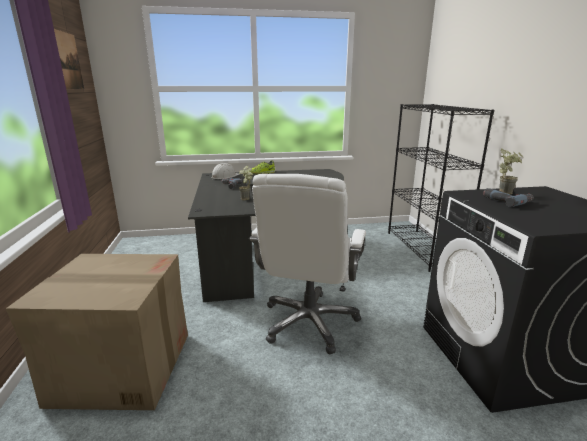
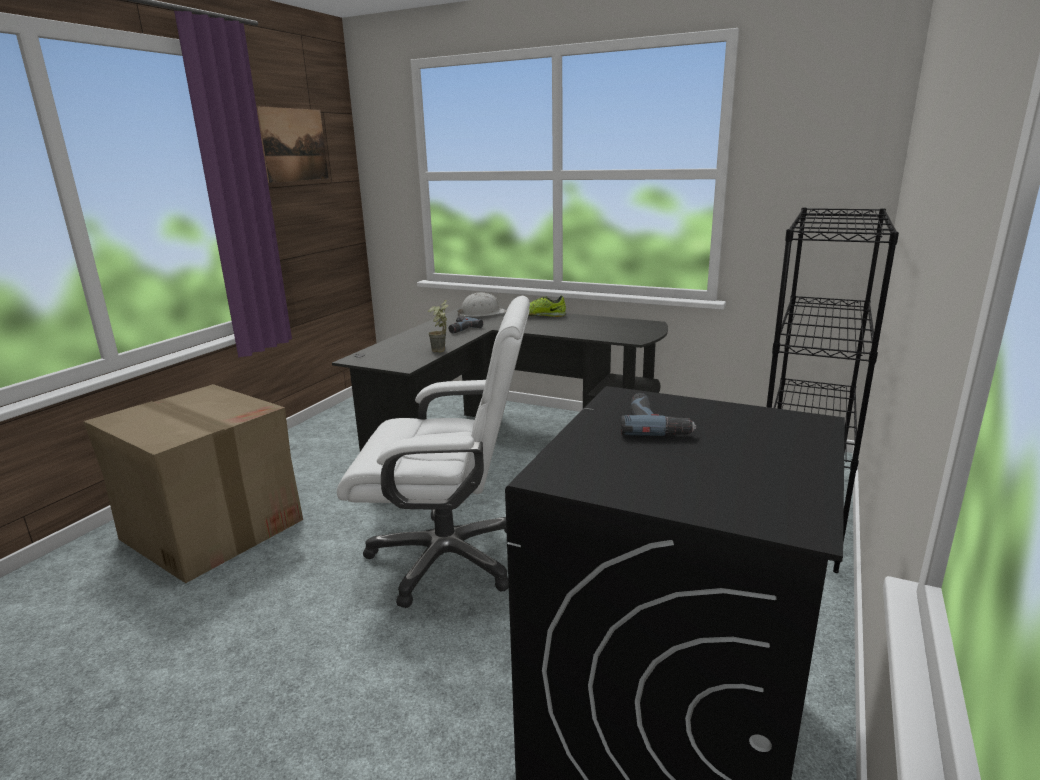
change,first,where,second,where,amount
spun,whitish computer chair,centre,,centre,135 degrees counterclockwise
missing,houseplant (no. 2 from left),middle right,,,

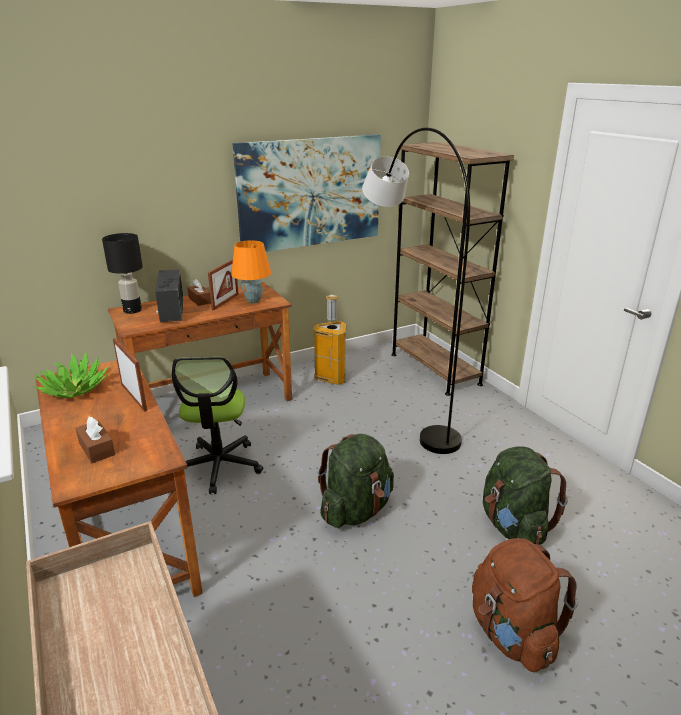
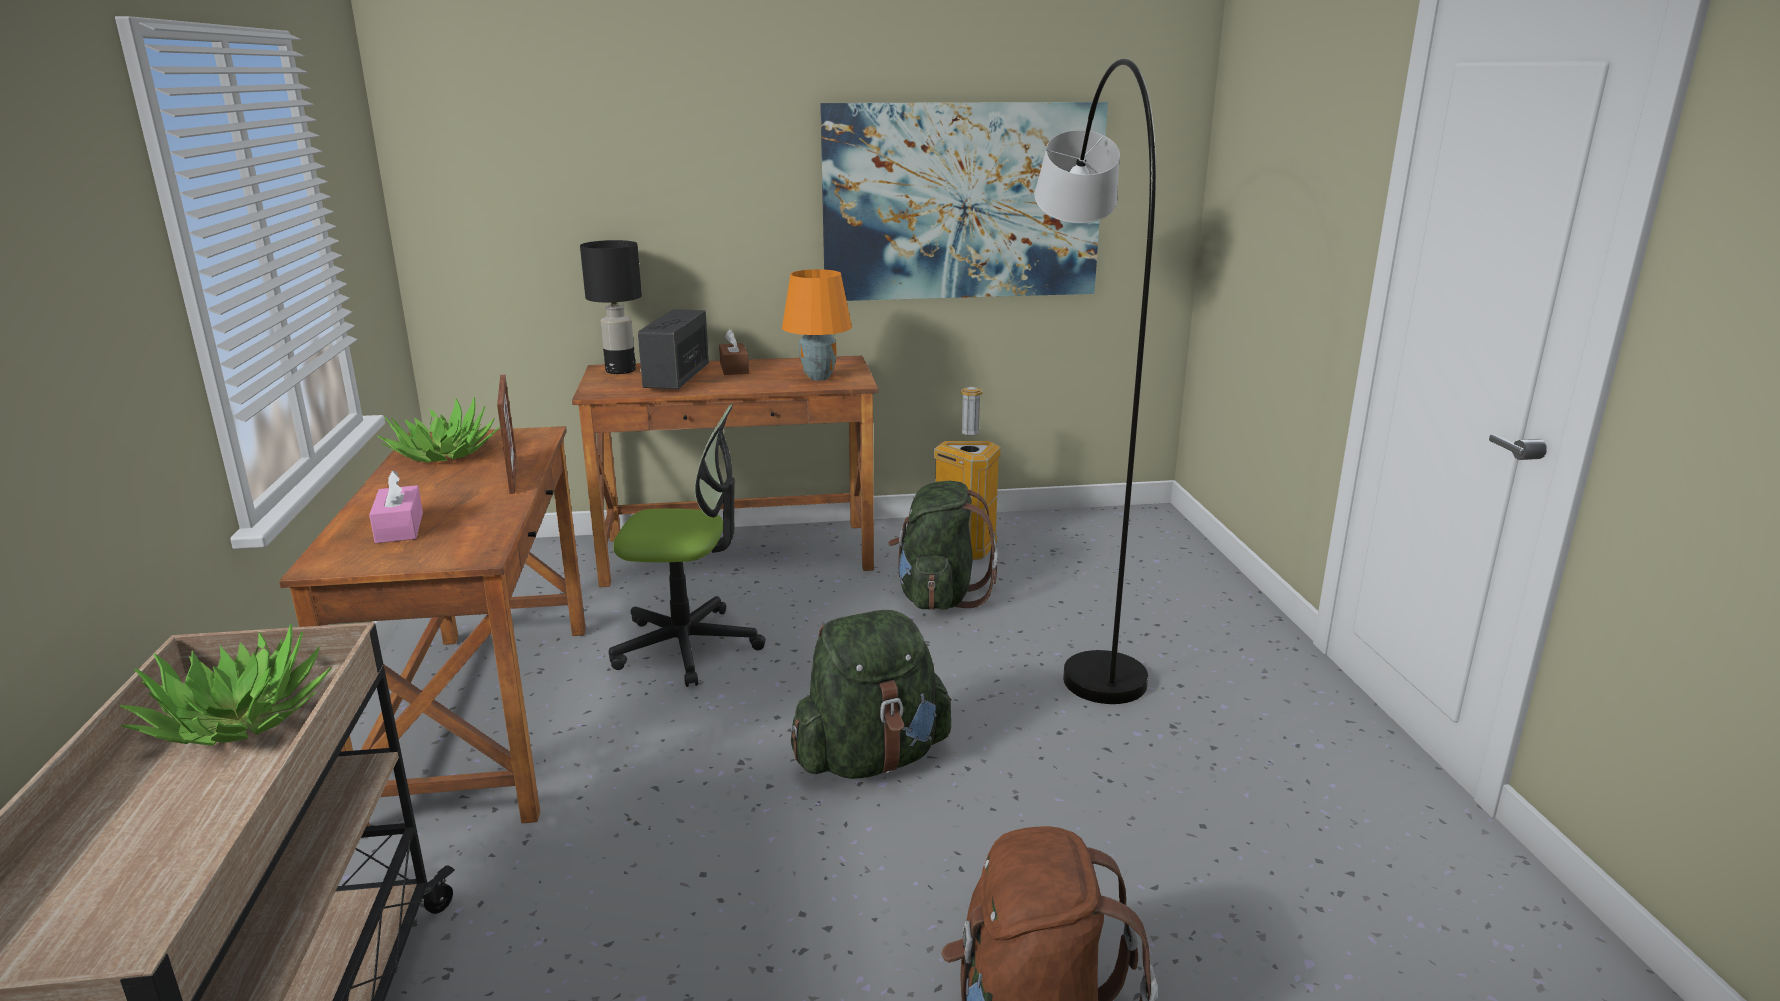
change,first,where,second,where,amount
colour,brownish tissue holder (no. 1 from left),middle left,pinkish tissue holder,middle left,
spun,computer chair,middle left,,centre,105 degrees counterclockwise
missing,standing frame (no. 2 from left),middle left,,,
missing,brownish bookshelf,centre,,,
relocated,greenish rucksack (no. 2 from left),bottom right,,centre,
appeared,,,houseplant (no. 1 from left),bottom left,

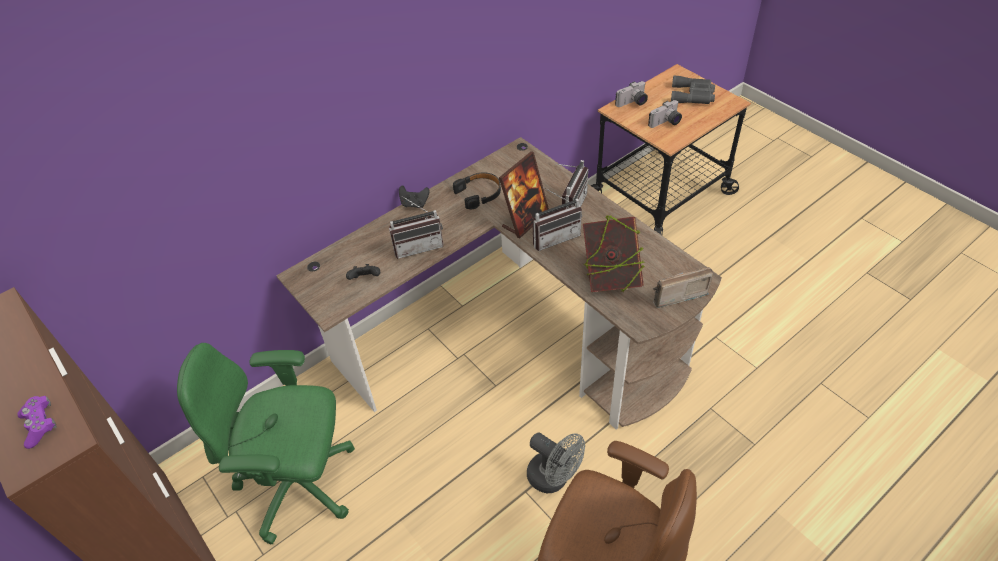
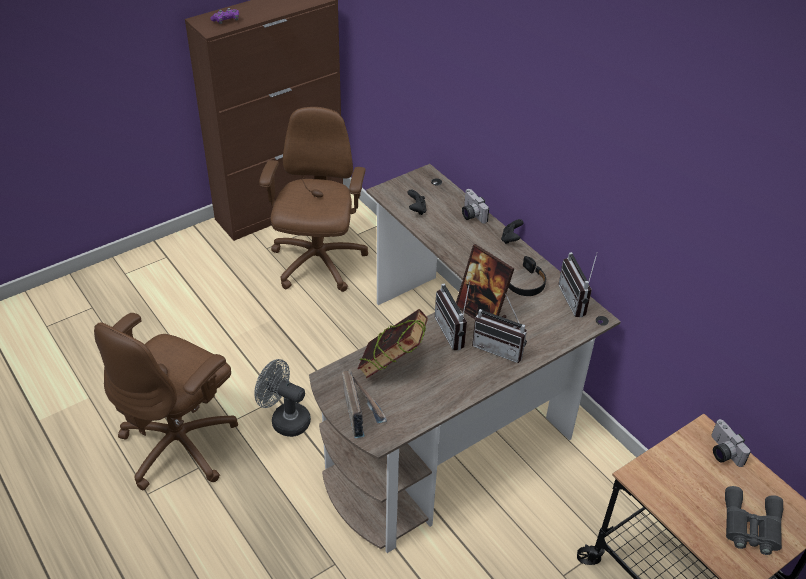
change,first,where,second,where,amount
colour,greenish computer chair,bottom left,brownish computer chair (no. 2 from left),centre,
relocated,radio receiver (no. 1 from left in the first image),centre,radio receiver (no. 4 from left),middle right,
spun,greyish fan,bottom centre,,bottom centre,75 degrees clockwise
relocated,still camera (no. 2 from left in the first image),top centre,still camera (no. 1 from left),centre,

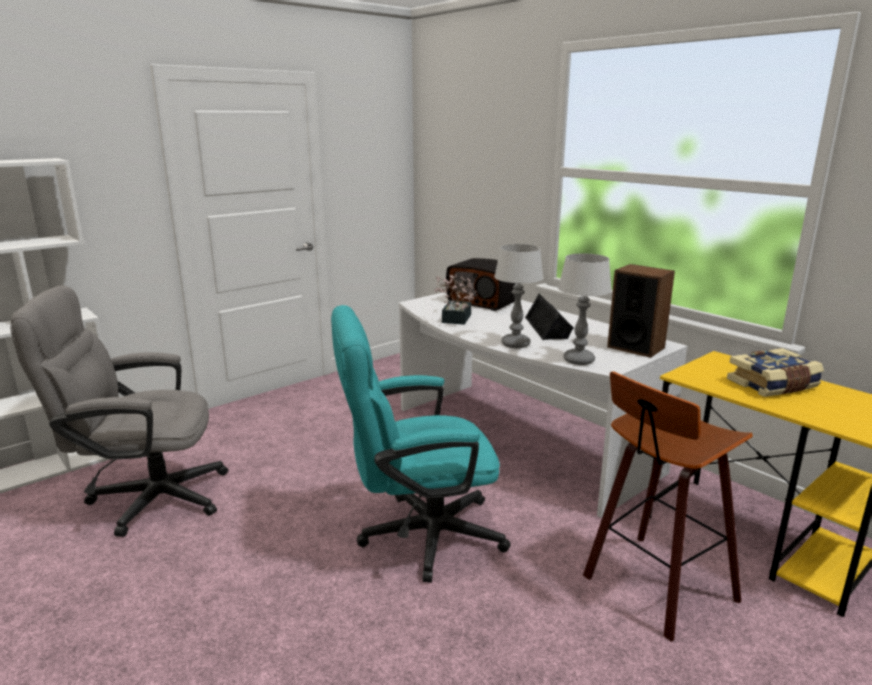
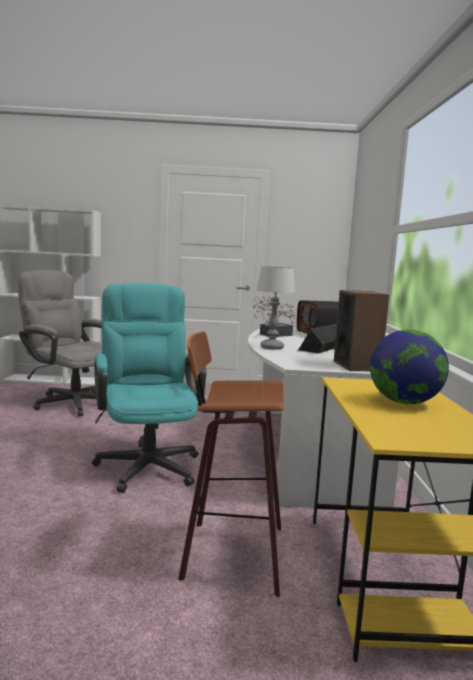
change,first,where,second,where,amount
spun,blue-green computer chair,centre,,middle left,45 degrees clockwise
missing,tabletop lamp (no. 2 from left),middle right,,,
exchanged,volume,middle right,globe,middle right,

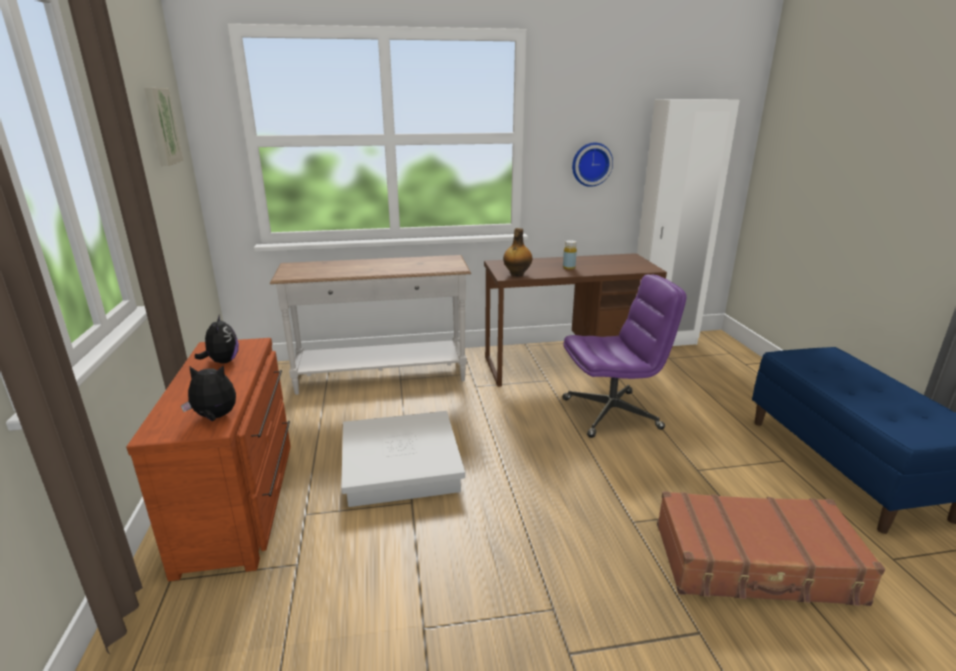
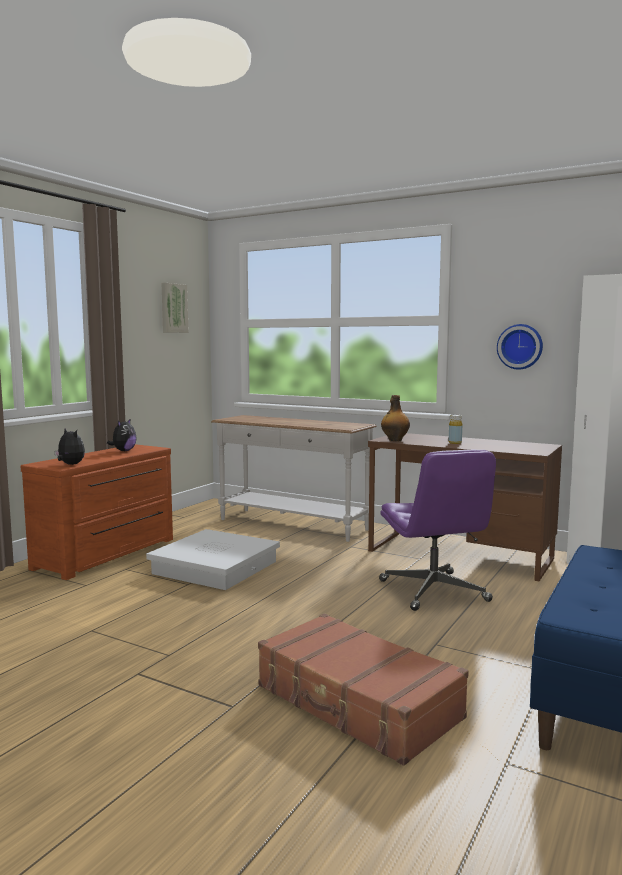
change,first,where,second,where,amount
spun,purple computer chair,centre,,middle right,45 degrees clockwise

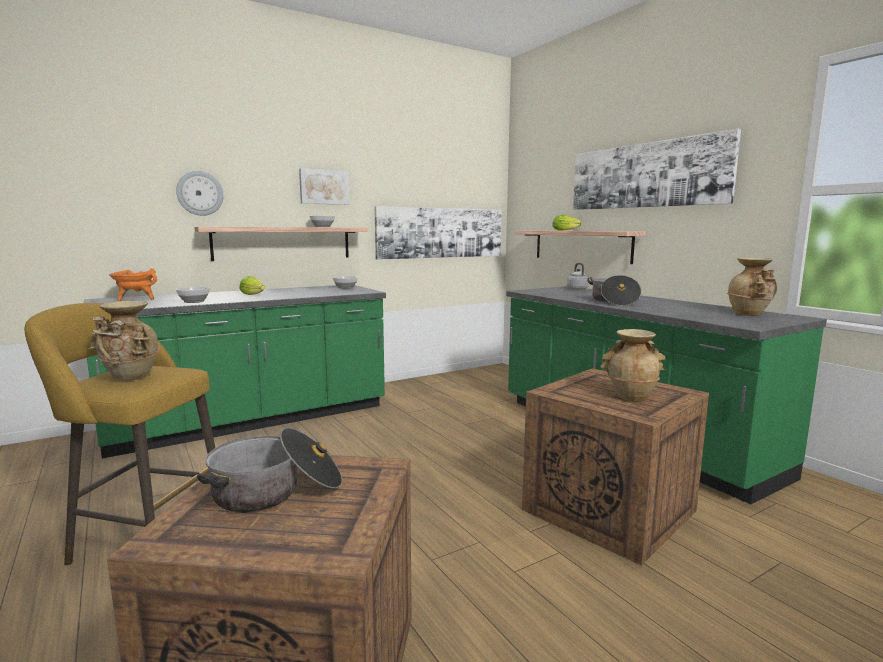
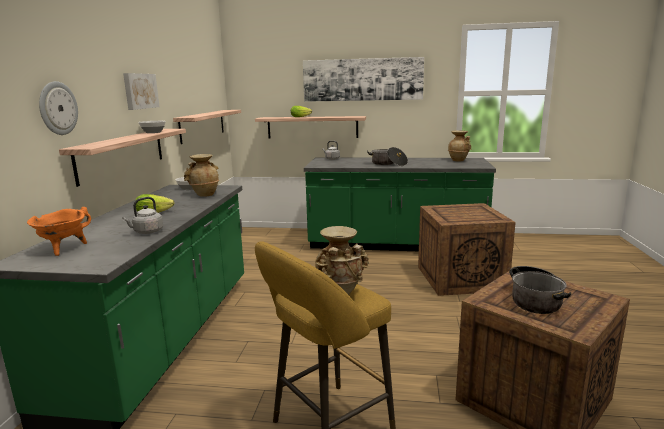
change,first,where,second,where,amount
exchanged,serving bowl (no. 1 from left),middle left,greyish water kettle (no. 1 from left),middle left,
exchanged,wall art (no. 2 from left),centre,wall shelf (no. 2 from left),top left,
relocated,beige-coloured decorative vase (no. 2 from left in the first image),middle right,beige-coloured decorative vase (no. 1 from left),middle left,

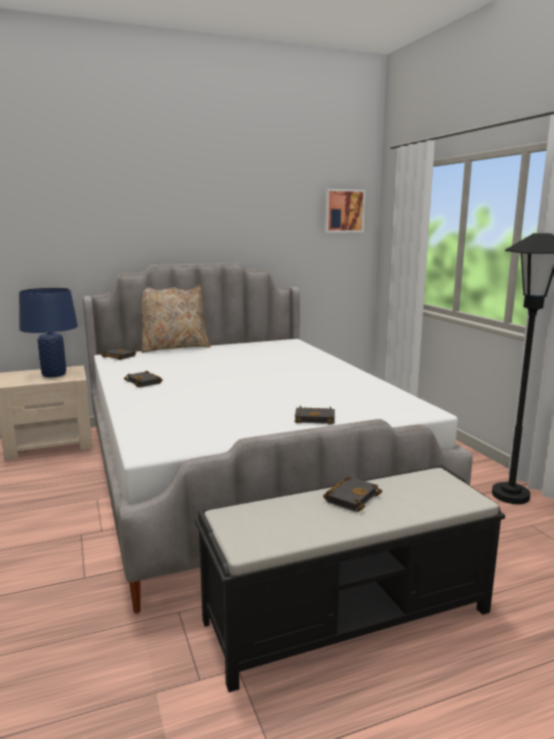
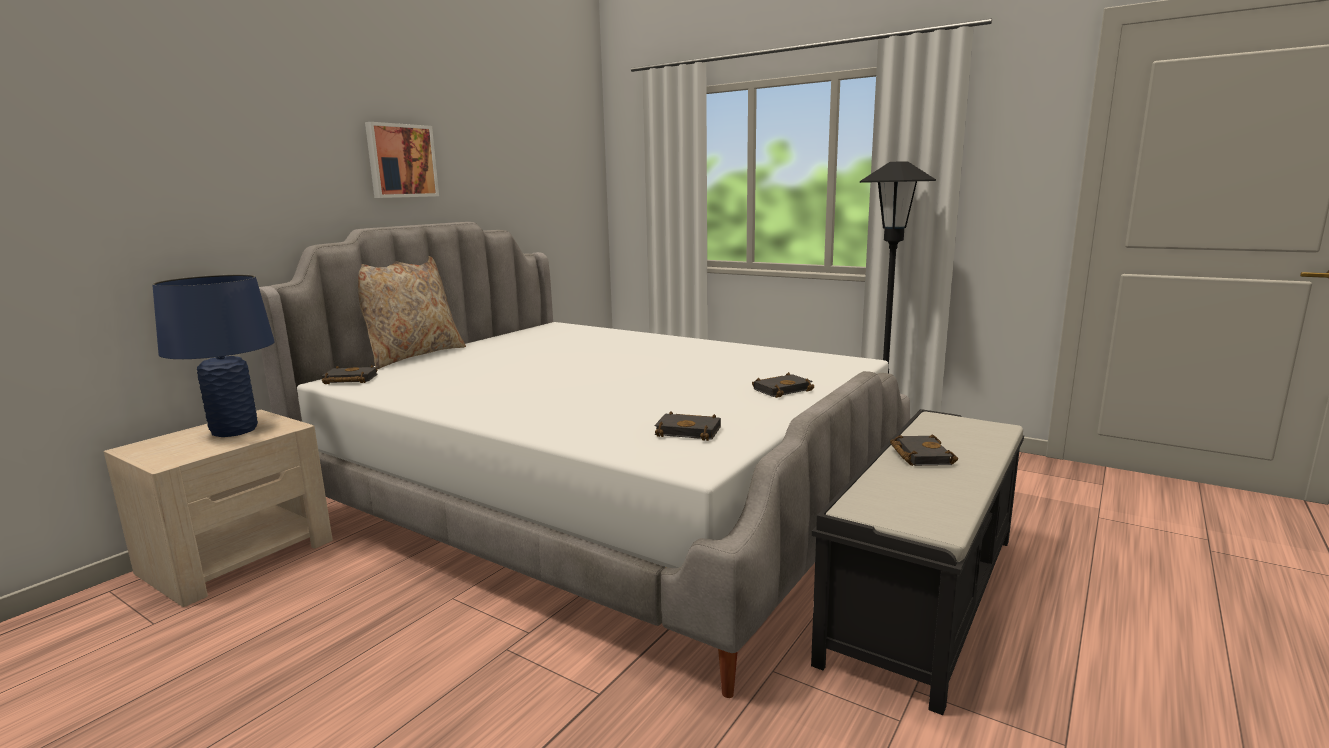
change,first,where,second,where,amount
relocated,blackish volume (no. 2 from left),middle left,,centre,
relocated,wall art,top centre,,top left,

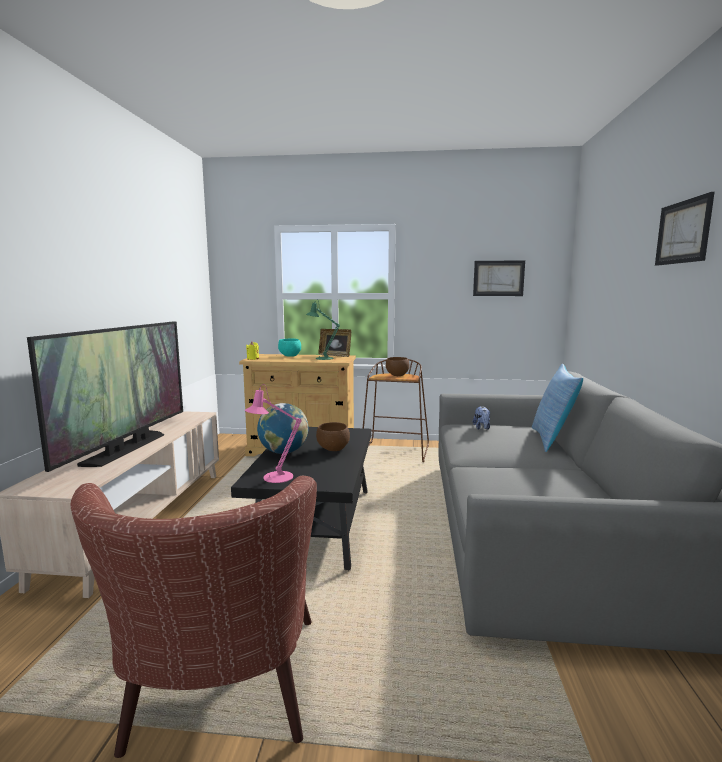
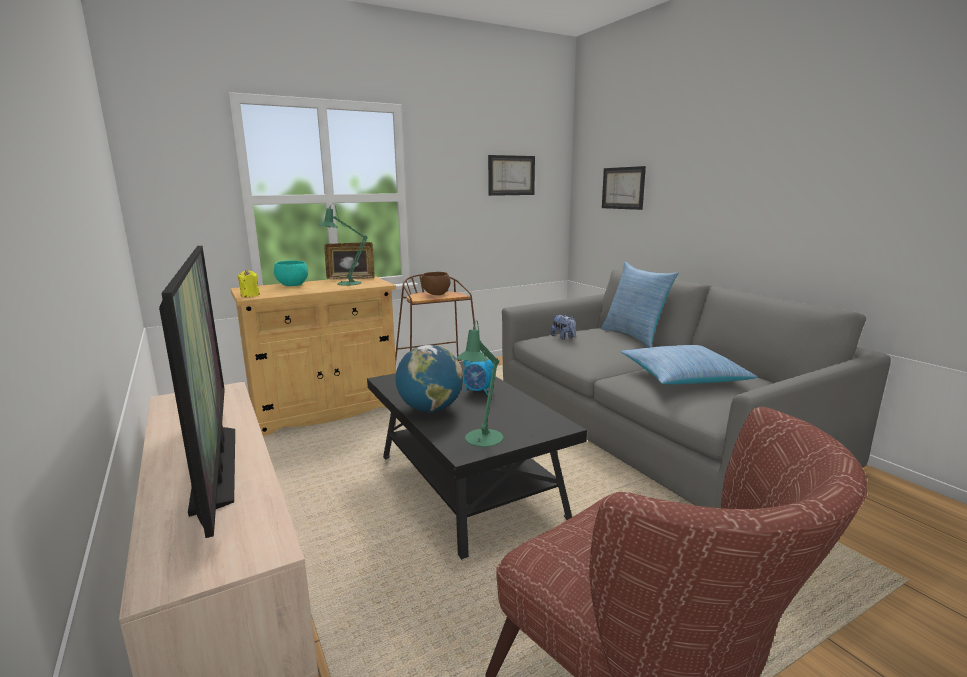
change,first,where,second,where,amount
colour,pinkish tabletop lamp,centre,greenish tabletop lamp (no. 2 from left),centre,
exchanged,brownish serving bowl (no. 1 from left),centre,alarm clock,centre,
relocated,wall art (no. 2 from left),top right,,top centre,
appeared,,,pillow (no. 2 from left),middle right,

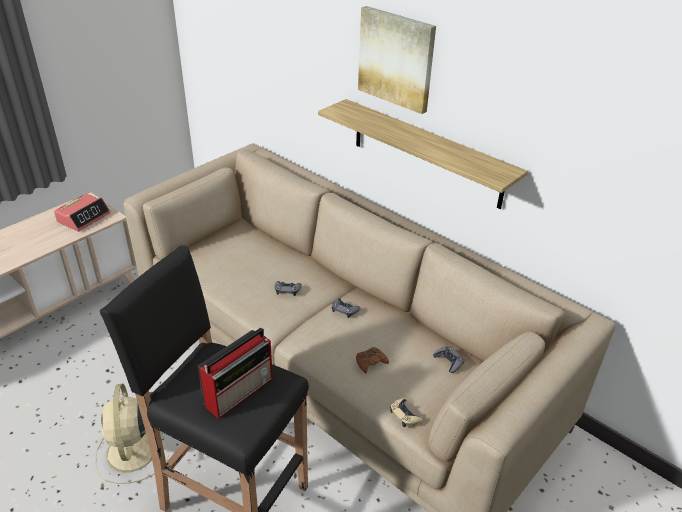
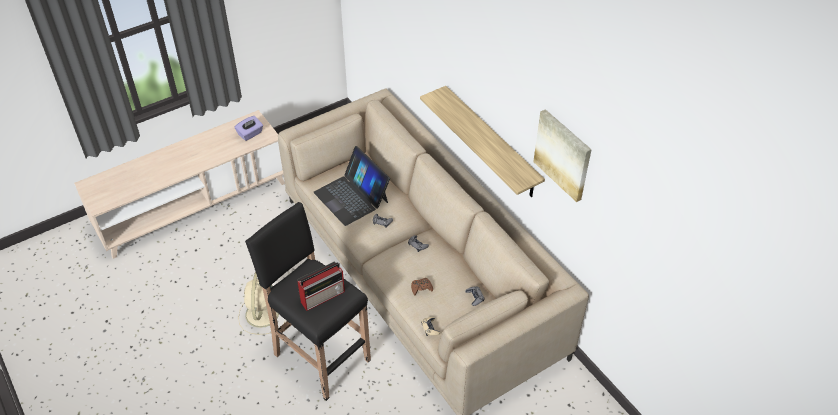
change,first,where,second,where,amount
exchanged,alarm clock,middle left,purple tissue holder,top left,
relocated,wall art,top centre,,middle right,
appeared,,,notebook computer,centre,

